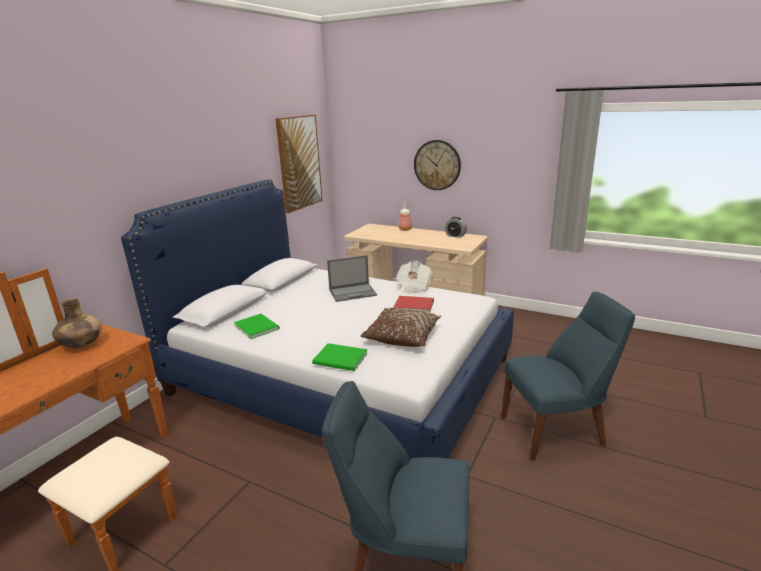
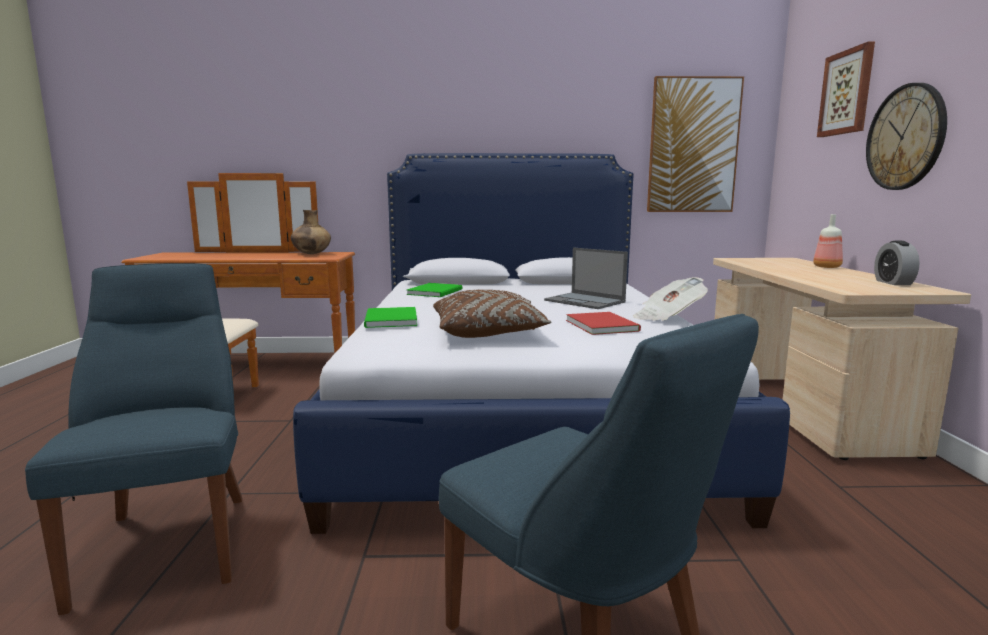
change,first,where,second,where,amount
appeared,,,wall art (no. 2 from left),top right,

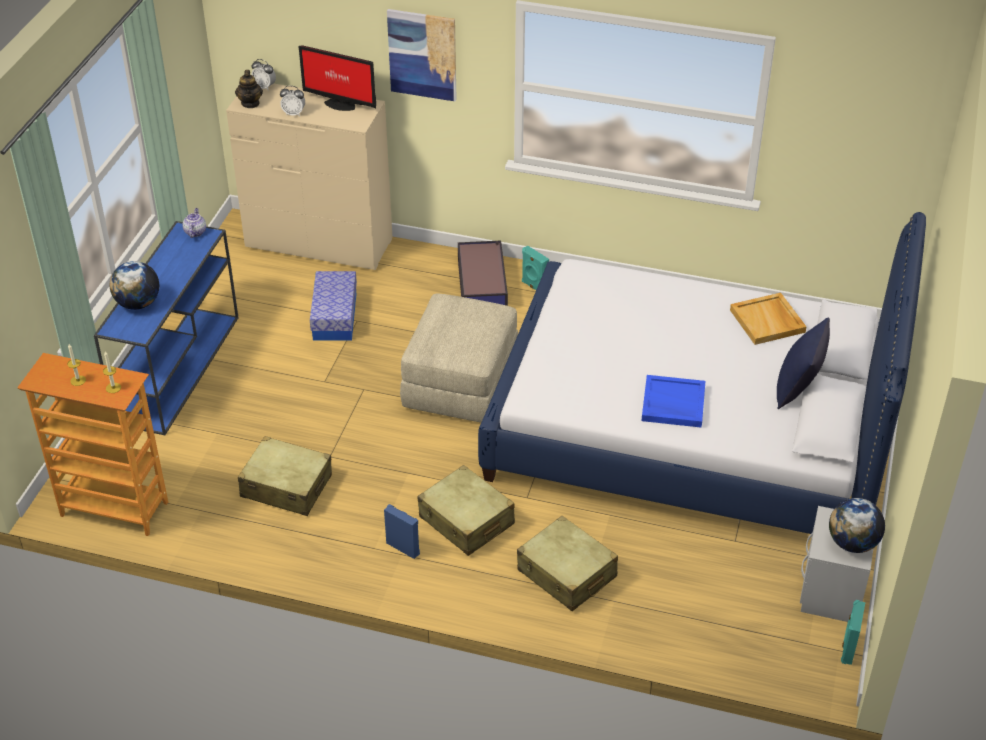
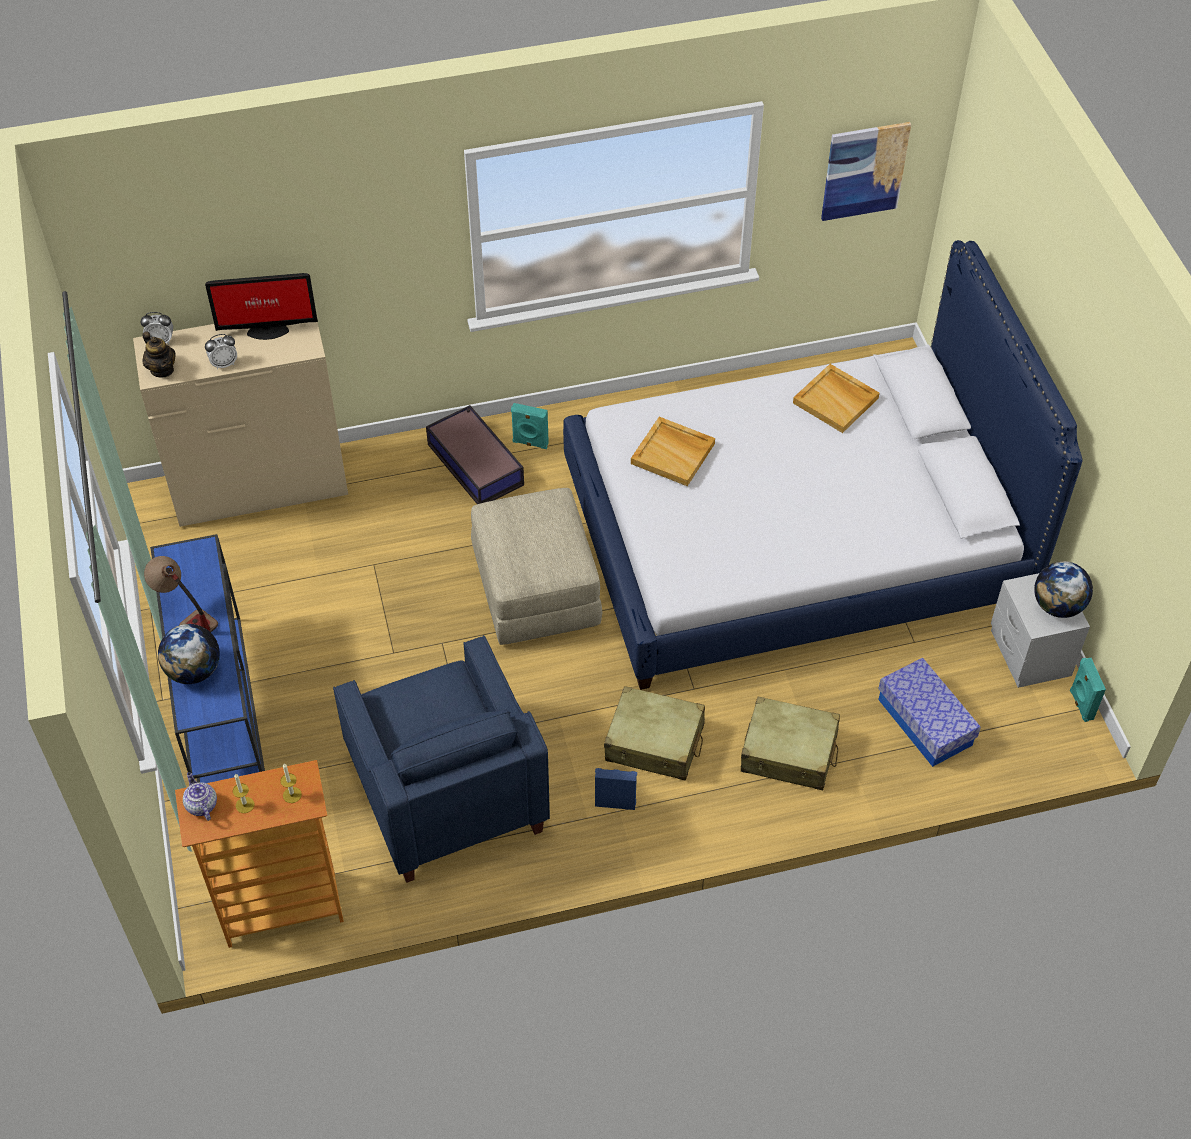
change,first,where,second,where,amount
relocated,tea pot (no. 1 from left in the first image),top left,tea pot (no. 2 from left),bottom left,
exchanged,beige-coloured piece of luggage (no. 1 from left),middle left,blue-coloured easy chair,centre,
relocated,storage container (no. 1 from left in the first image),centre,storage container (no. 2 from left),middle right,
relocated,wall art,top centre,,top right,
missing,blue-coloured tray,middle right,,,
missing,blue-coloured pillow,middle right,,,
appeared,,,tabletop lamp,middle left,
appeared,,,beige-coloured tray (no. 1 from left),centre,

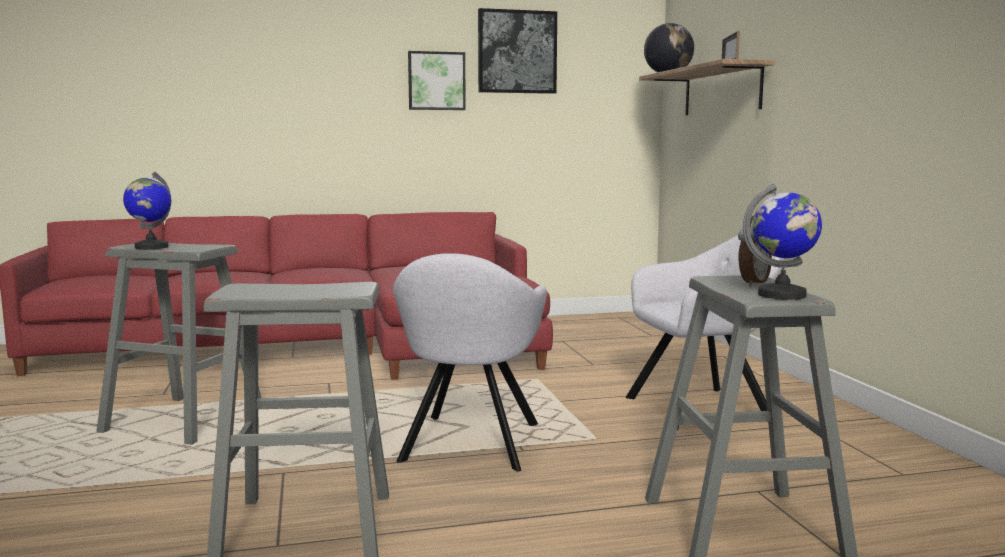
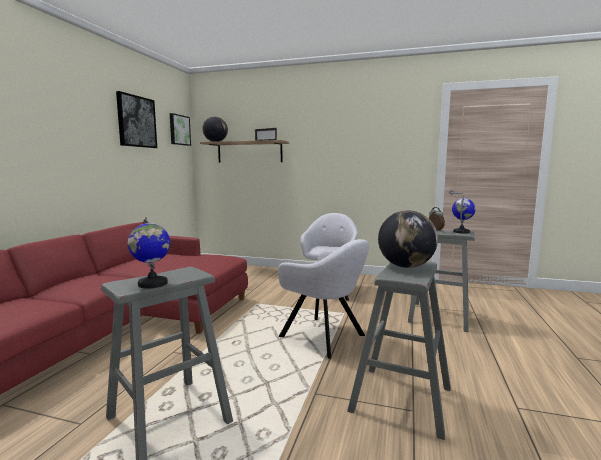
change,first,where,second,where,amount
relocated,wall art (no. 1 from left in the first image),top centre,wall art (no. 2 from left),top left,
appeared,,,globe (no. 3 from left),middle right,

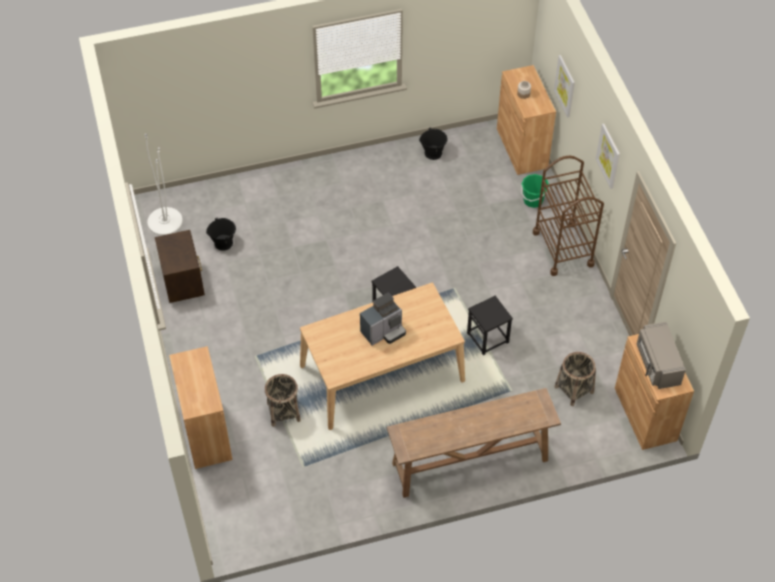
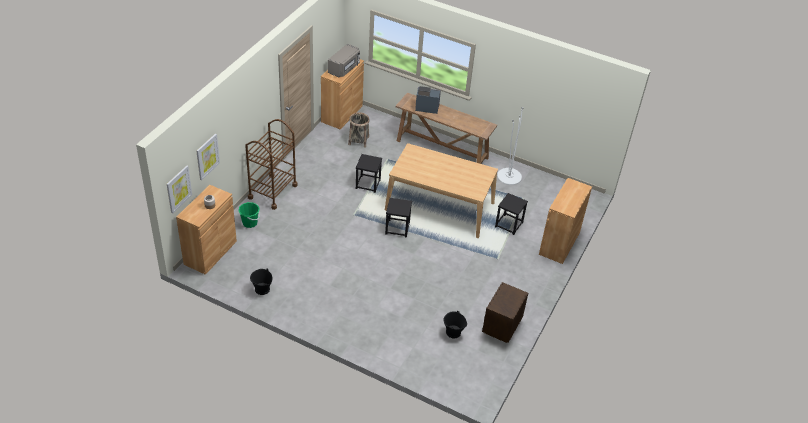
change,first,where,second,where,amount
relocated,whitish standing lamp,top left,,centre,
exchanged,basket (no. 1 from left),bottom centre,blackish stool (no. 3 from left),centre,
relocated,coffee brewer,centre,,top centre,
relocated,wall art (no. 2 from left in the first image),top right,wall art (no. 1 from left),middle left,

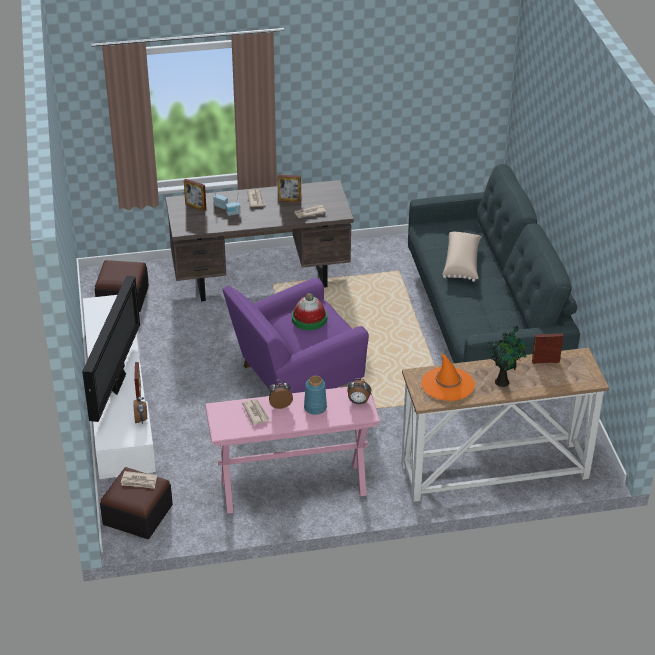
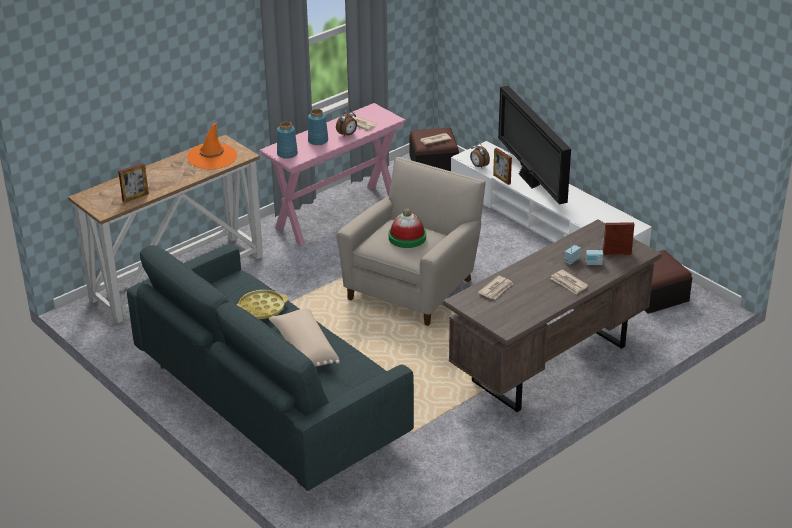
change,first,where,second,where,amount
colour,purple easy chair,centre,beige-coloured easy chair,centre,
missing,standing frame (no. 3 from left),top centre,,,
exchanged,alarm clock (no. 3 from left),centre,blue-coloured decorative vase (no. 1 from left),top centre,
missing,houseplant,middle right,,,
appeared,,,yellow-coloured tray,middle left,

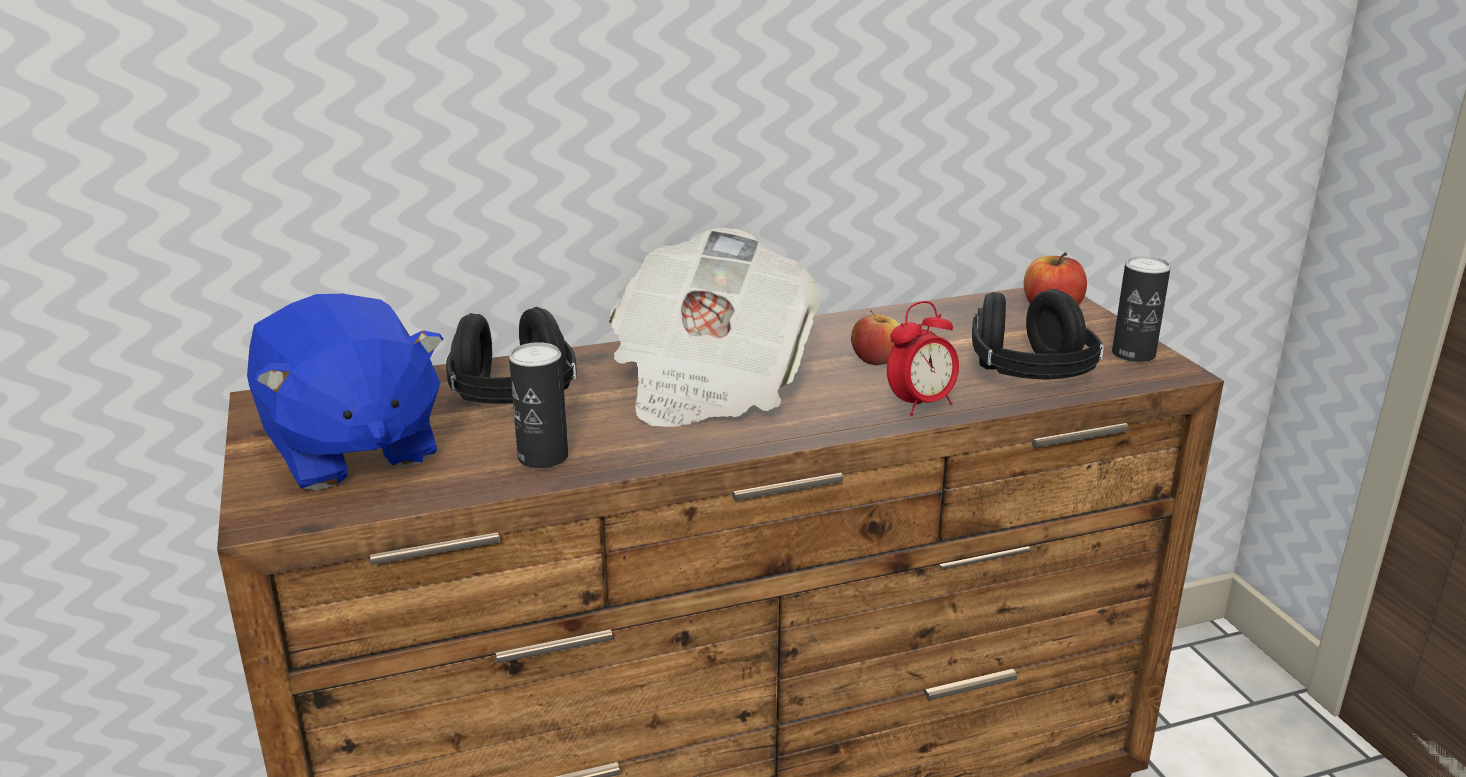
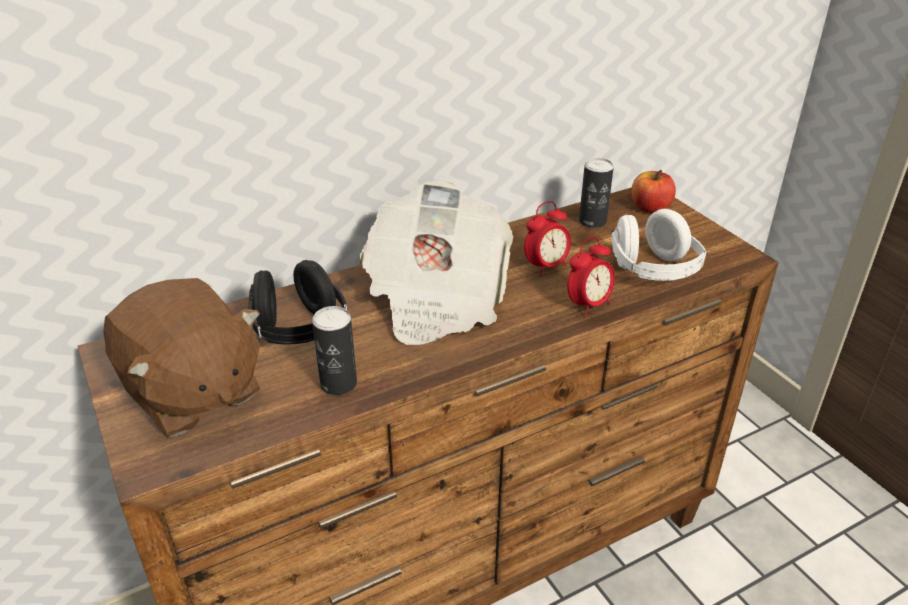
change,first,where,second,where,amount
colour,blue-coloured soft toy,middle left,brownish soft toy,middle left,
exchanged,apple (no. 1 from left),centre,alarm clock (no. 1 from left),centre,
colour,blackish headset (no. 2 from left),middle right,whitish headset,middle right,
relocated,sealed can (no. 2 from left),middle right,,top centre,

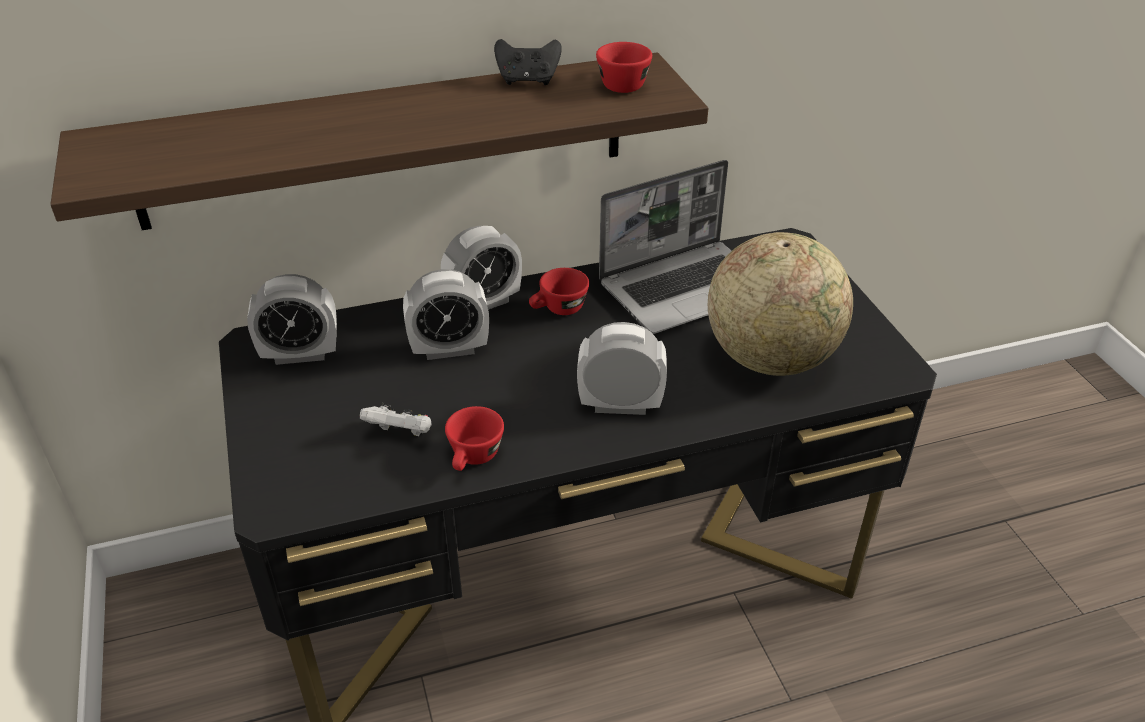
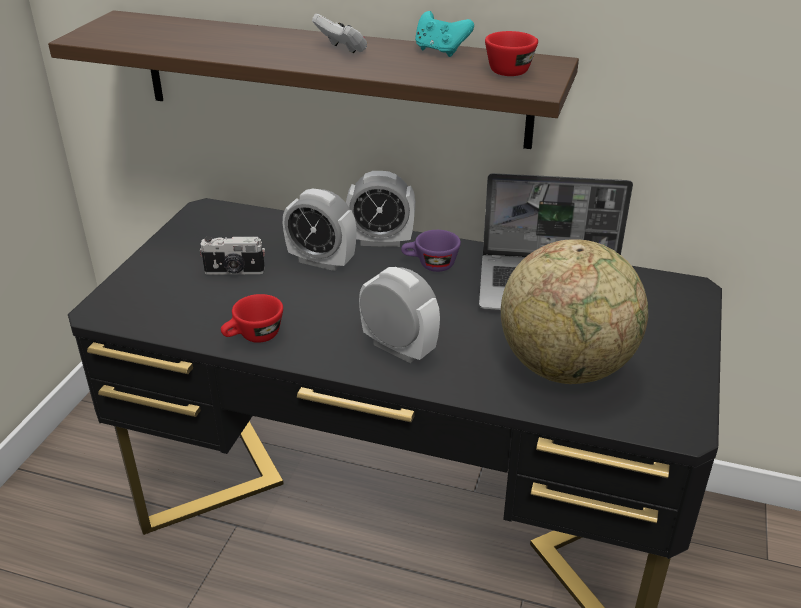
change,first,where,second,where,amount
missing,alarm clock (no. 1 from left),middle left,,,
relocated,whitish gamepad,centre,,top centre,
colour,blackish gamepad,top centre,blue-green gamepad,top centre,
colour,red small cup (no. 2 from left),centre,purple small cup,centre,
appeared,,,still camera,middle left,

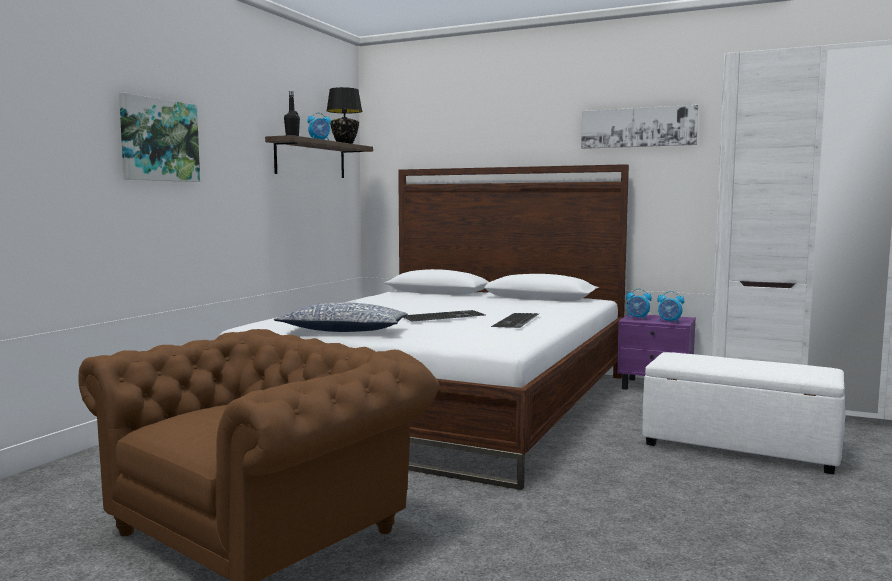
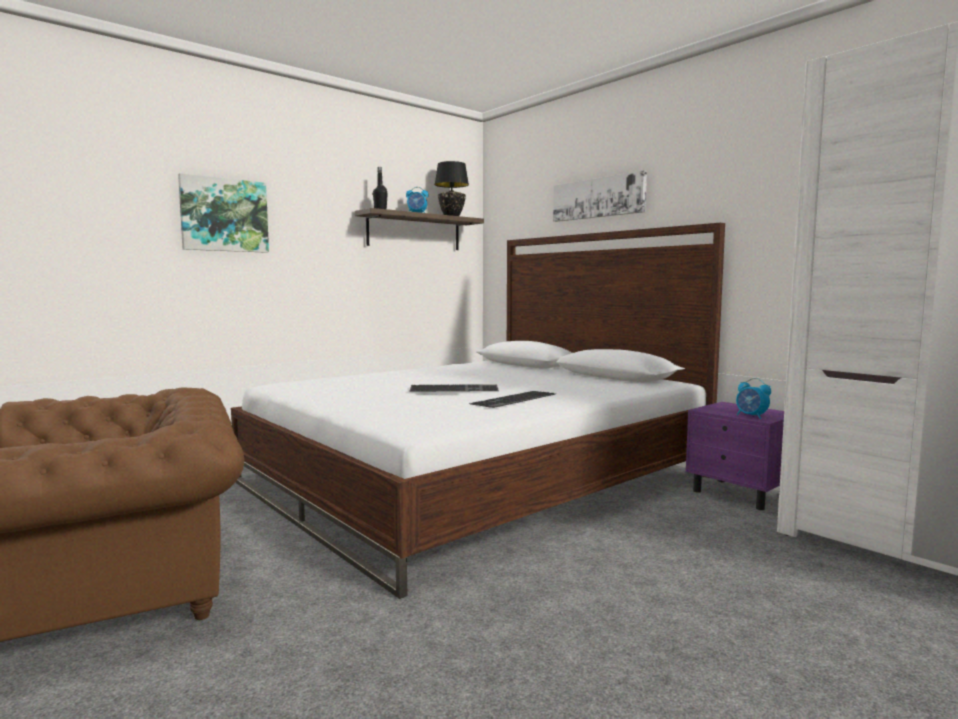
change,first,where,second,where,amount
missing,pillow,centre,,,
relocated,wall art (no. 2 from left),top right,,top centre,
missing,alarm clock (no. 2 from left),middle right,,,
missing,whitish ottoman,bottom right,,,

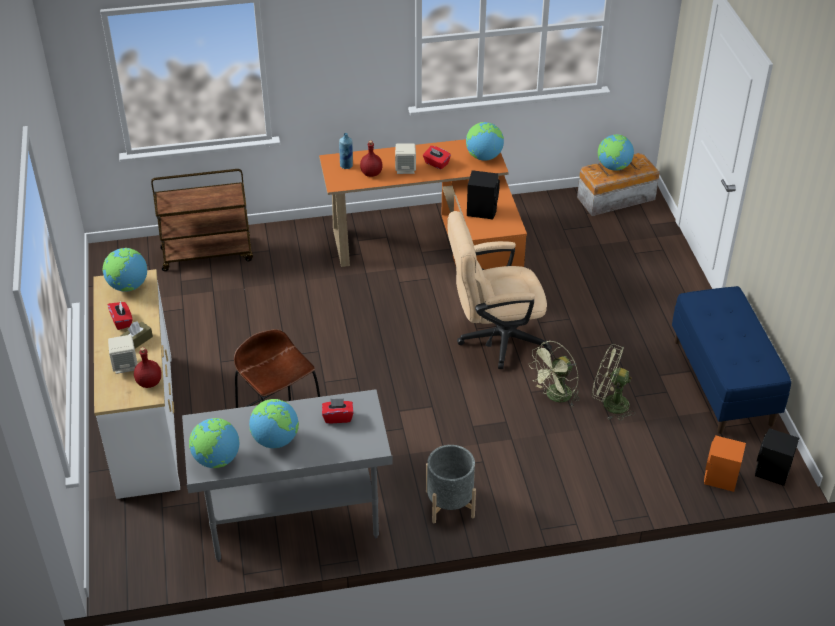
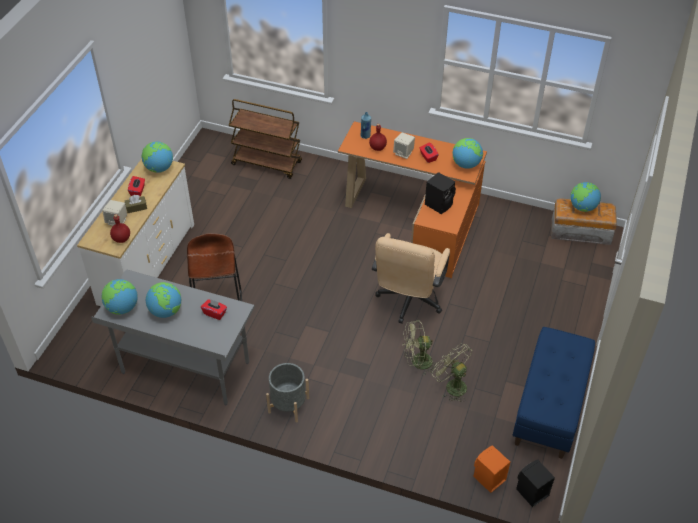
change,first,where,second,where,amount
spun,beige-coloured computer chair,centre,,centre,90 degrees counterclockwise

